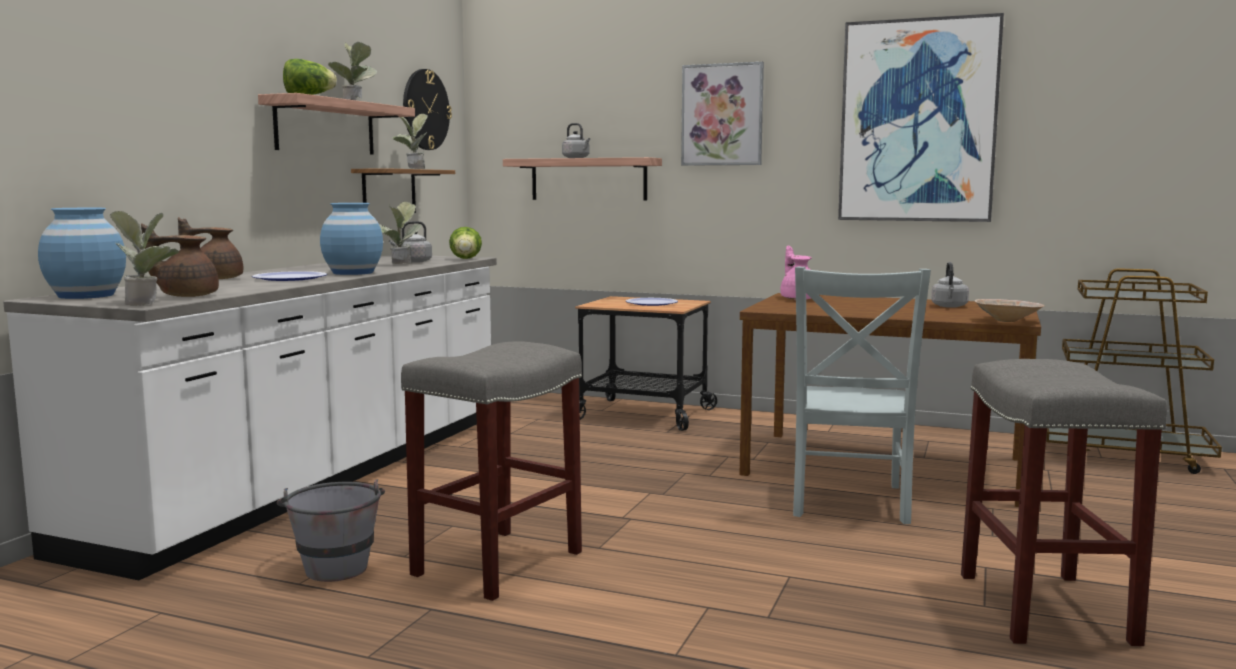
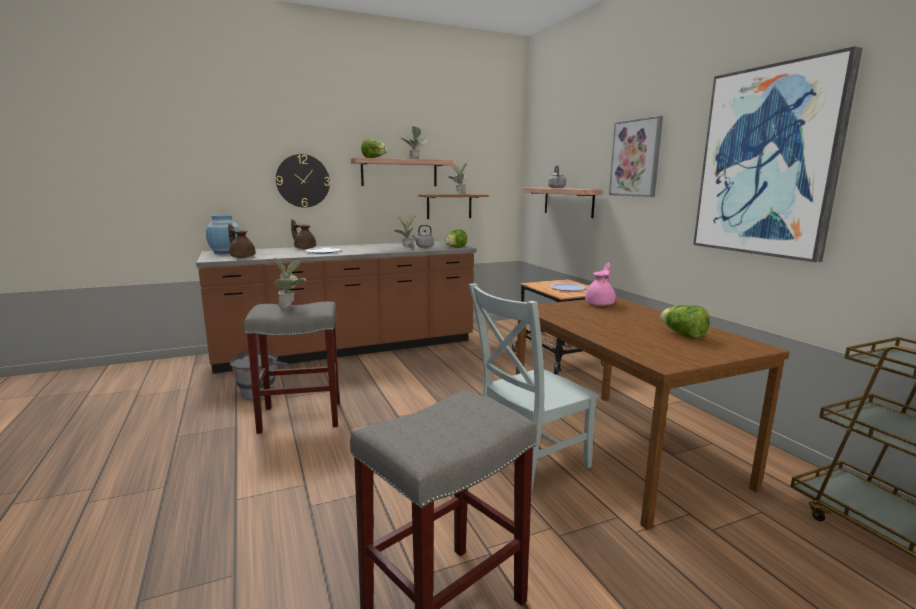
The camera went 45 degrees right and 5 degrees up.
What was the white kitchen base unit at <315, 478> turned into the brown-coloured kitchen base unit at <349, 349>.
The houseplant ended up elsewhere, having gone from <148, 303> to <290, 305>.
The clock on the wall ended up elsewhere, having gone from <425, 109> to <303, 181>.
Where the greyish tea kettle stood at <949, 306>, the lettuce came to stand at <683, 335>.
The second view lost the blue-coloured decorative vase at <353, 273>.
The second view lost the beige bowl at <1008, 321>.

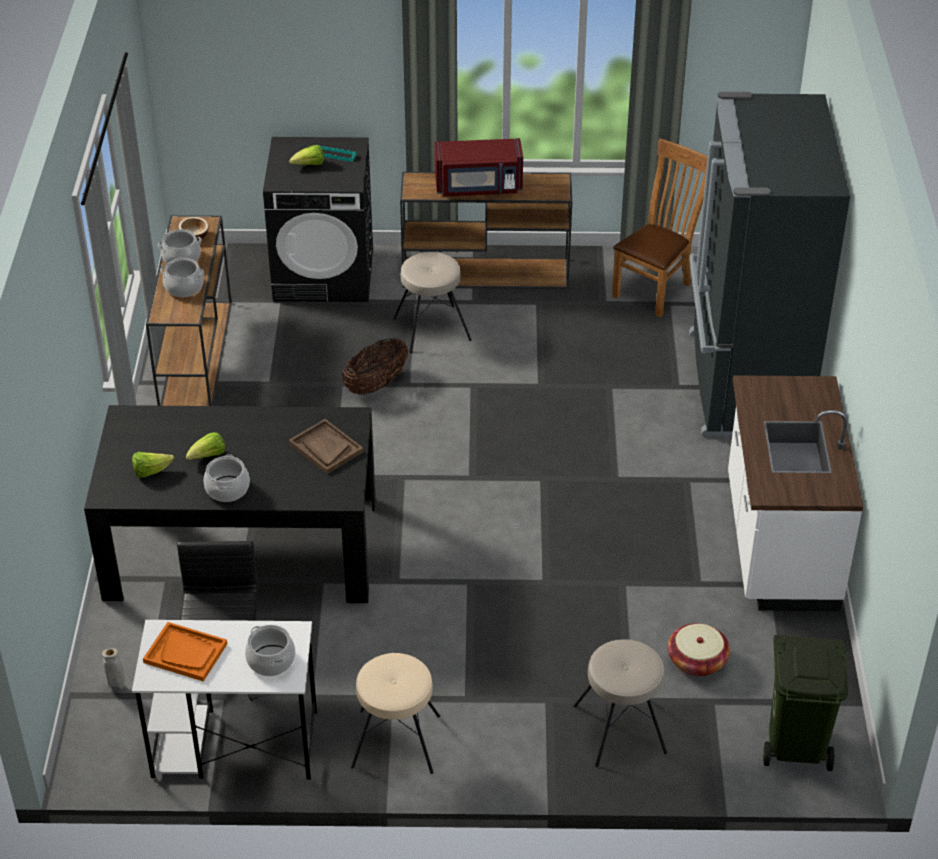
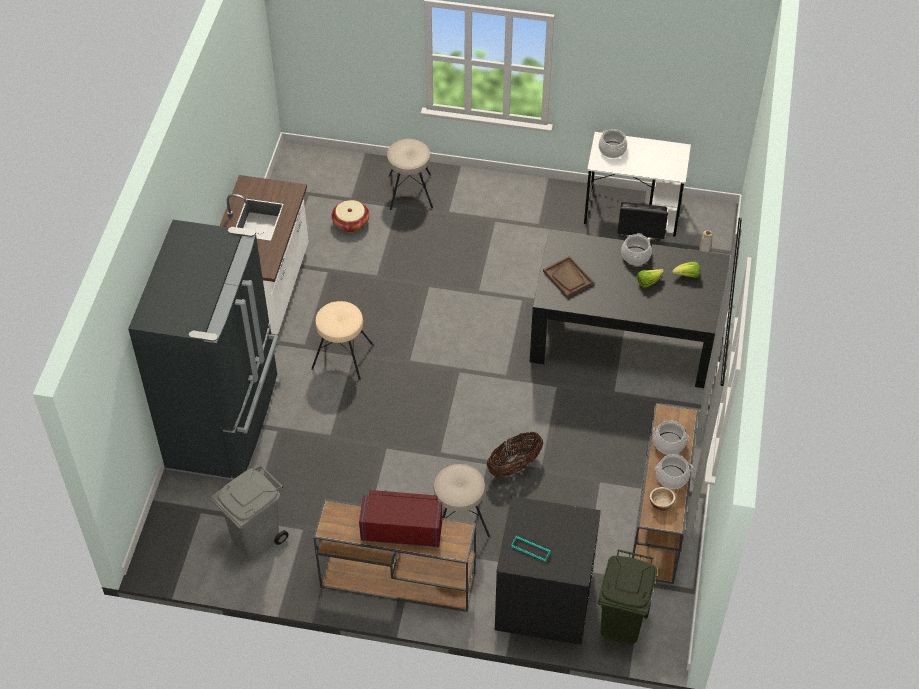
The camera went 170 degrees left and 10 degrees up.
Where the brown-coloured chair stood at <656, 288>, the greyish rubbish bin came to stand at <255, 537>.
The beige stool ended up elsewhere, having gone from <396, 742> to <342, 356>.
The greenish rubbish bin ended up elsewhere, having gone from <797, 744> to <620, 623>.
The second view lost the orange-coloured tray at <186, 653>.
The second view lost the lettuce at <309, 165>.

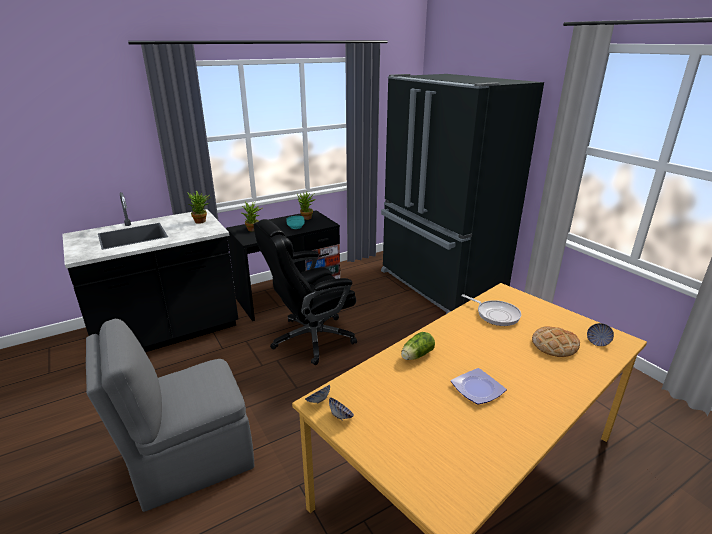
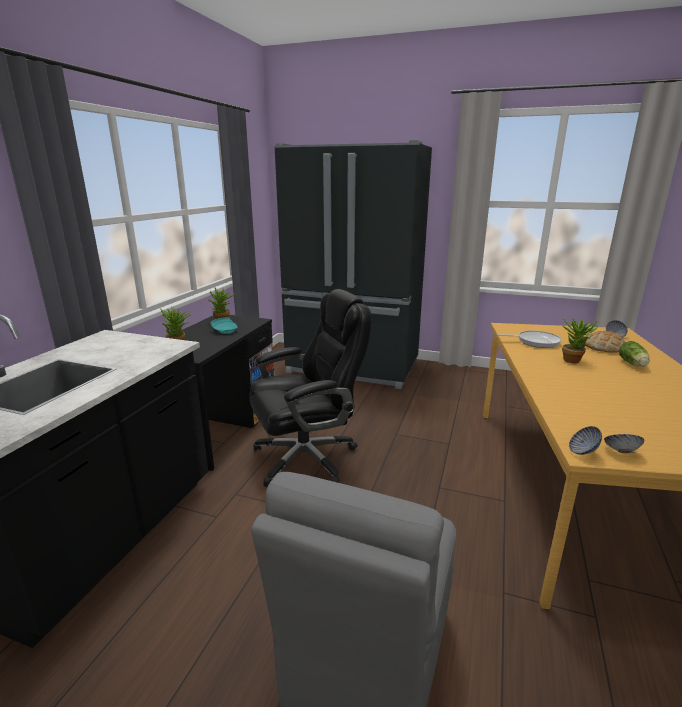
The camera went 40 degrees left and 5 degrees down.
The blackish computer chair at <311, 339> ended up facing another way, 135 degrees counterclockwise from before.
The houseplant ended up elsewhere, having gone from <202, 221> to <573, 360>.
The lettuce ended up elsewhere, having gone from <416, 355> to <633, 364>.
The second view lost the dinner plate at <477, 388>.

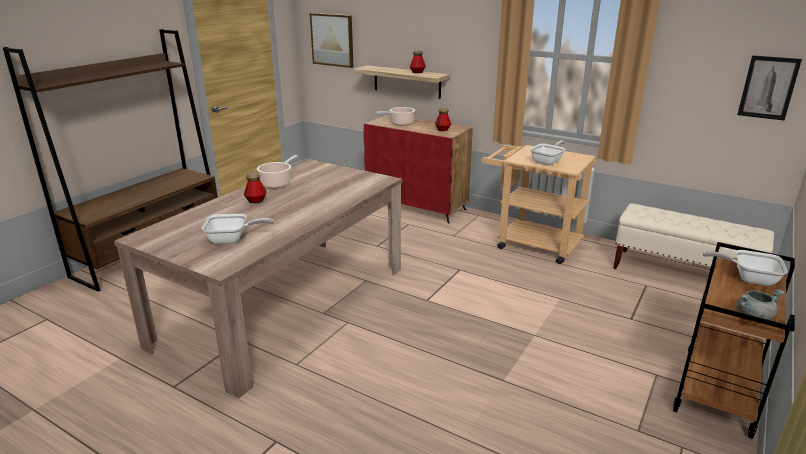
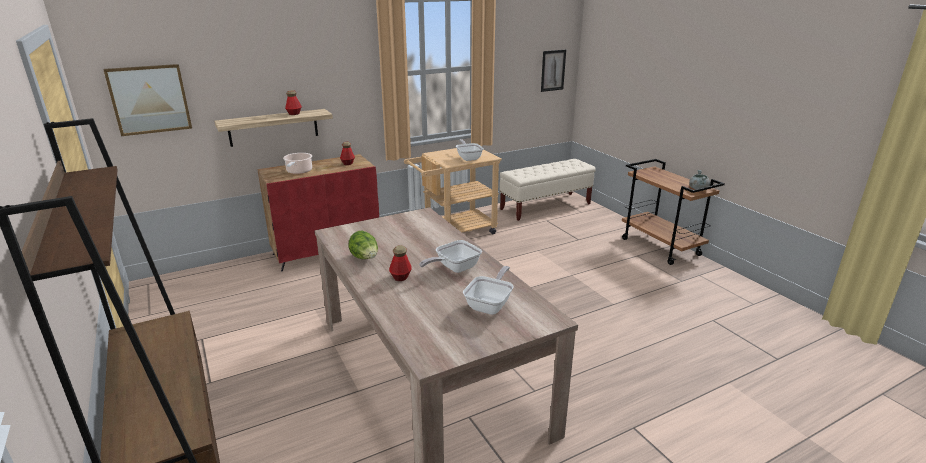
The camera went 60 degrees left and 0 degrees up.
Where the cooking pot stood at <277, 183>, the lettuce came to stand at <365, 258>.
The pan ended up elsewhere, having gone from <748, 278> to <454, 268>.

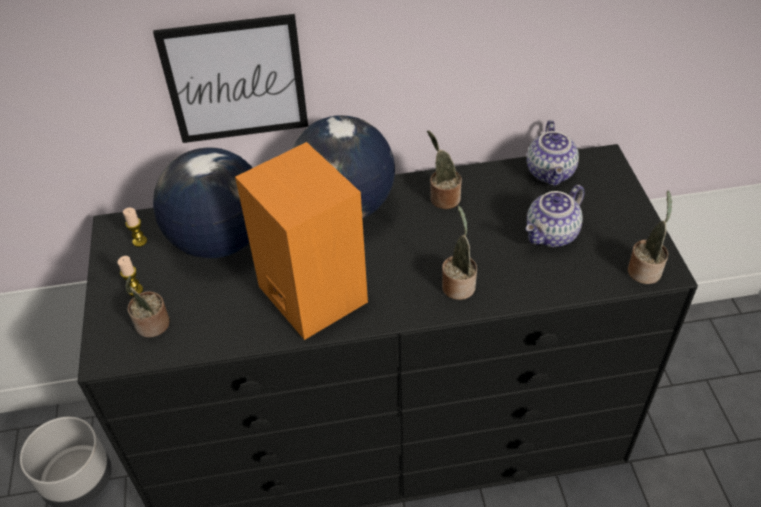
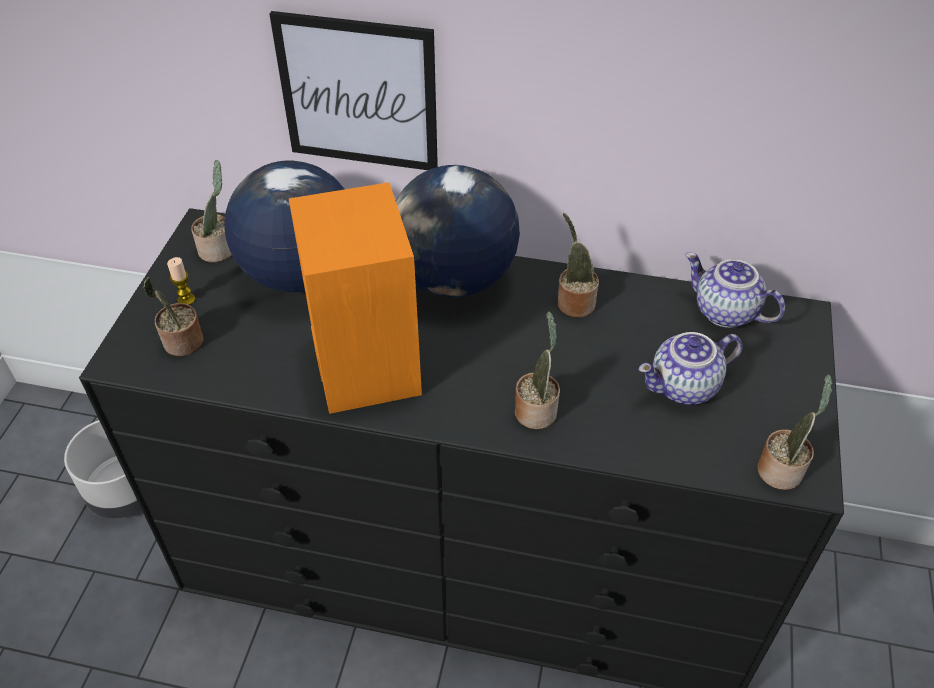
The camera went 20 degrees right and 0 degrees up.
Where the candle stood at <140, 241>, the houseplant came to stand at <219, 249>.
The pot for tea at <551, 173> ended up facing another way, 105 degrees clockwise from before.

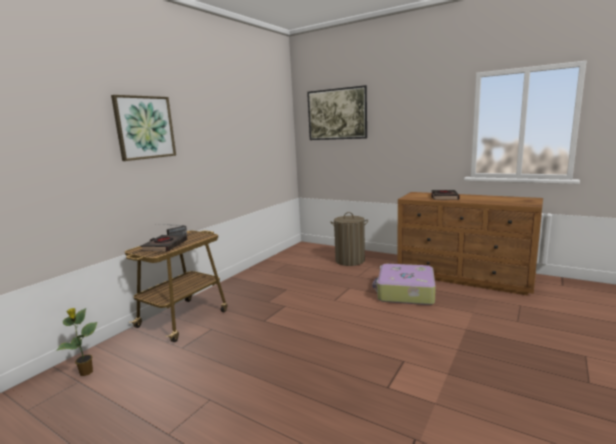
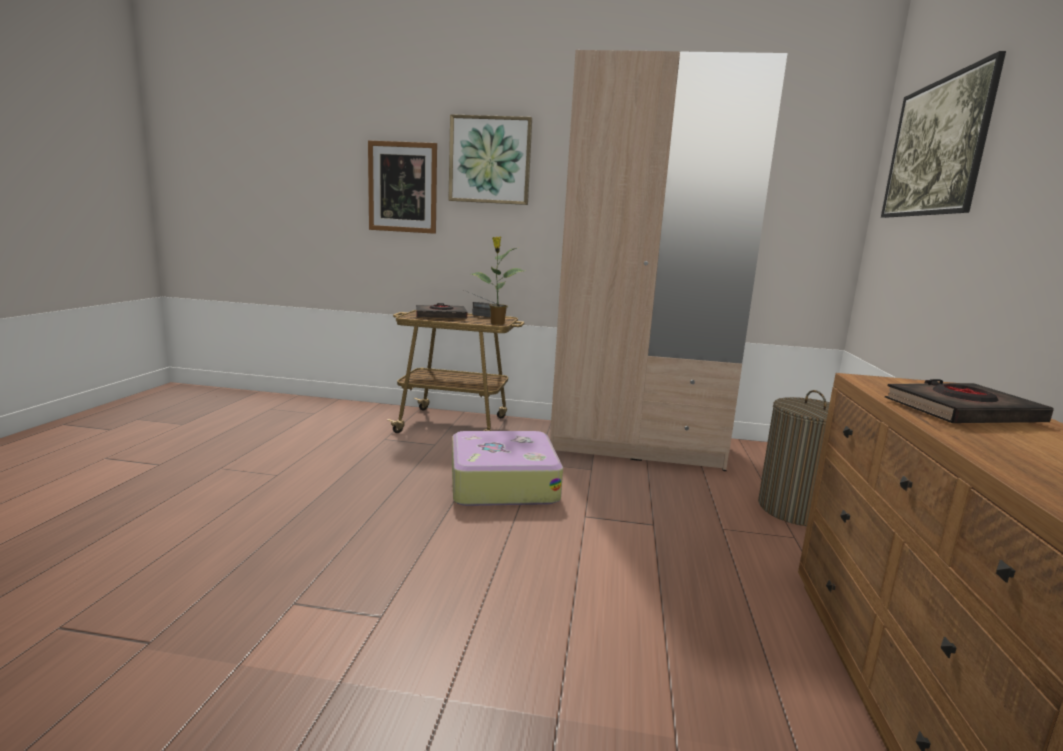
The camera went 65 degrees right and 0 degrees up.
The second view gained the wall art at <402, 187>.
The travel case ended up elsewhere, having gone from <405, 292> to <502, 483>.
The houseplant ended up elsewhere, having gone from <86, 373> to <496, 323>.
The second view gained the beige clothes cupboard at <635, 444>.

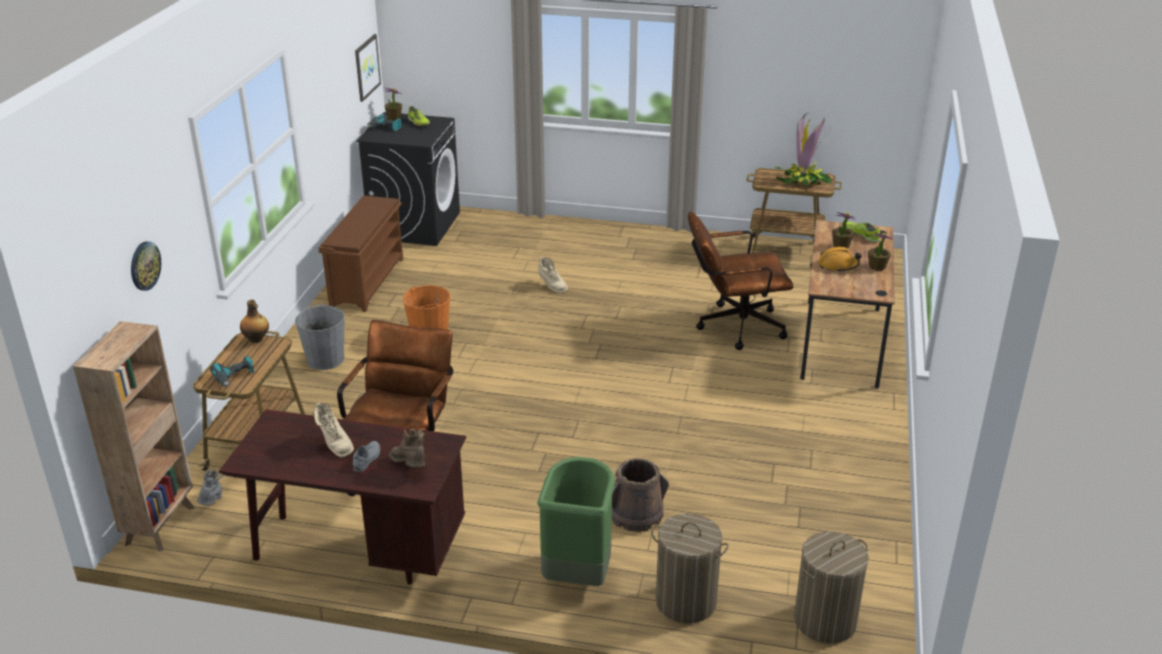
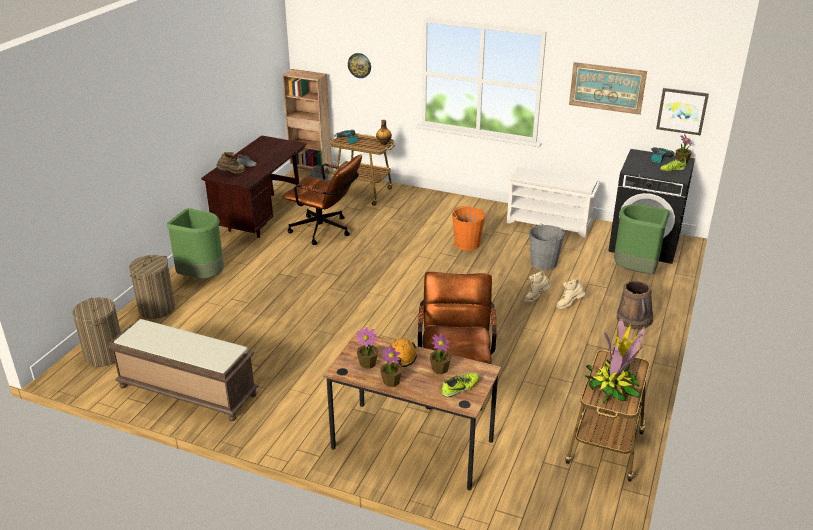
The camera went 100 degrees right and 0 degrees up.
The second view gained the brown-coloured indoor bench at <186, 391>.
The second view gained the houseplant at <368, 363>.
What was the brown-coloured shoe rack at <367, 281> turned into the white shoe rack at <549, 224>.
The greyish bucket ended up elsewhere, having gone from <325, 359> to <544, 263>.
The beige tall boot ended up elsewhere, having gone from <334, 444> to <569, 304>.
The second view gained the wall art at <607, 88>.
The second view gained the greenish rubbish bin at <635, 271>.
The brown-coloured bucket ended up elsewhere, having gone from <635, 515> to <634, 319>.

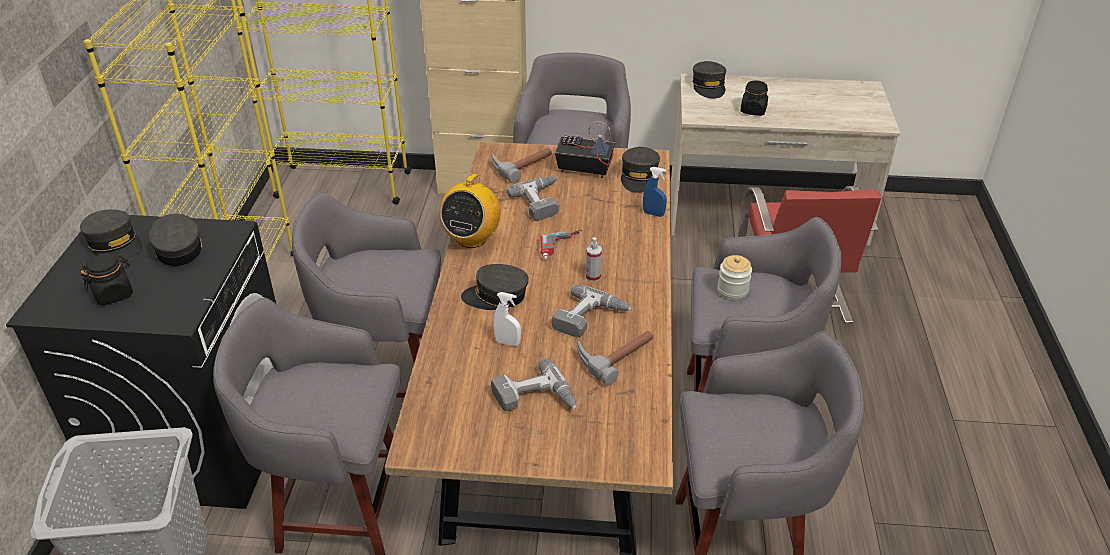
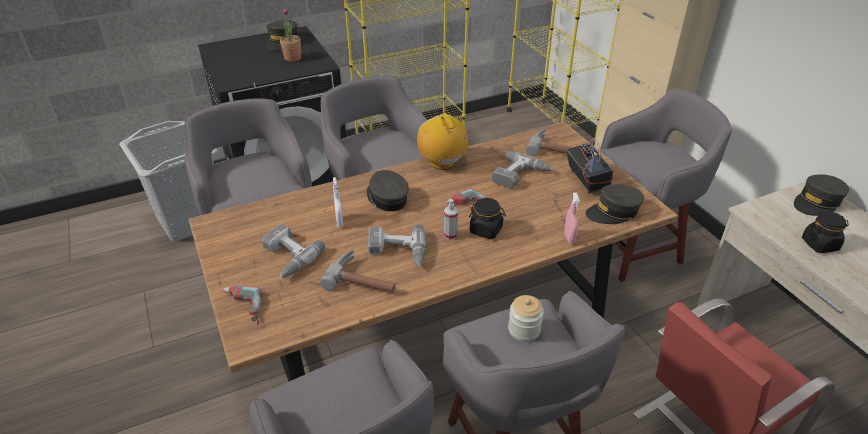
The camera went 60 degrees right and 0 degrees up.
The second view gained the drill at <241, 308>.
Where the greyish baseball cap stood at <178, 249>, the houseplant came to stand at <293, 58>.
The radio at <471, 239> ended up facing another way, 75 degrees clockwise from before.
The blackish preserve jar ended up elsewhere, having gone from <113, 294> to <486, 230>.
What was the blue-coloured sprayer at <653, 214> turned into the pink-coloured sprayer at <569, 238>.

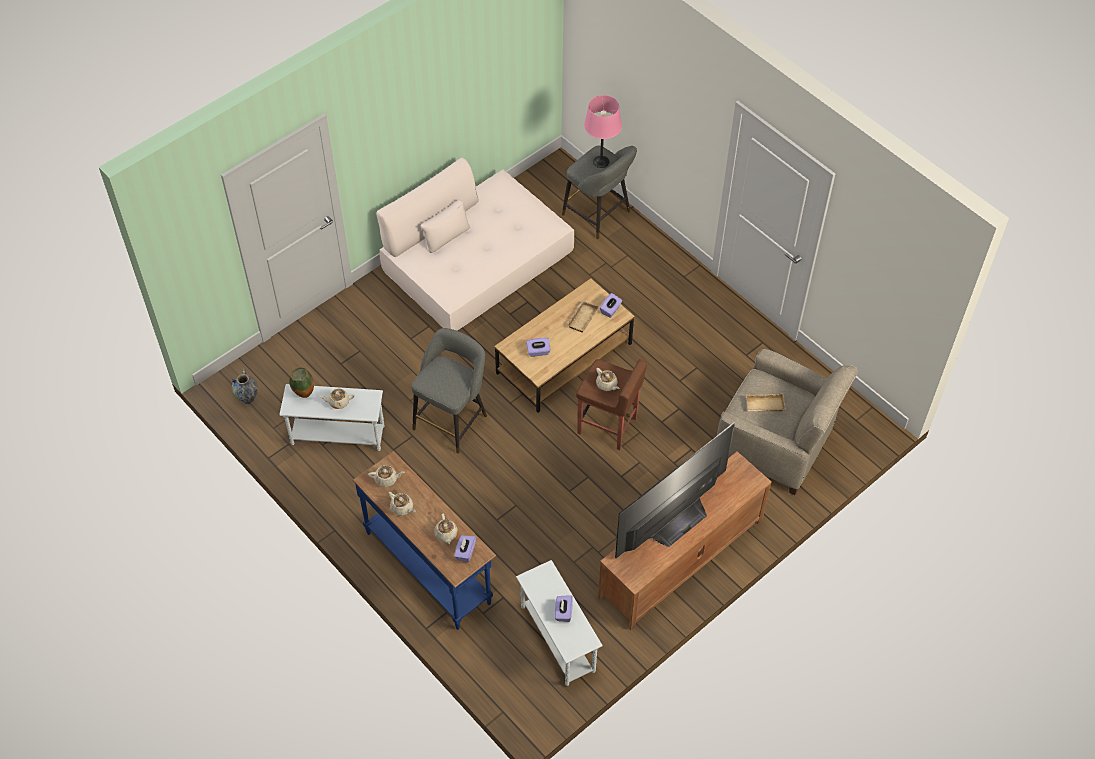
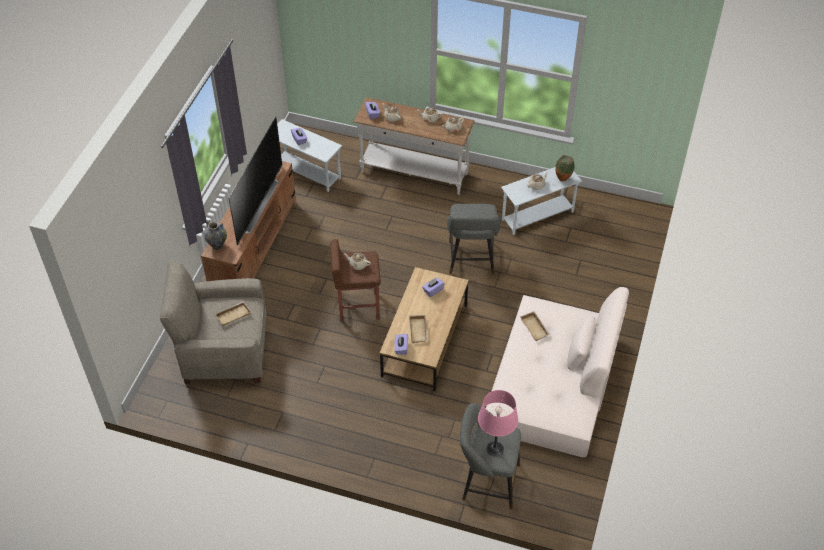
The camera went 150 degrees right and 5 degrees down.
The decorative vase ended up elsewhere, having gone from <247, 399> to <217, 245>.
What was the blue-coloured console table at <429, 567> turned into the white console table at <414, 174>.
The second view gained the beige tray at <535, 328>.

